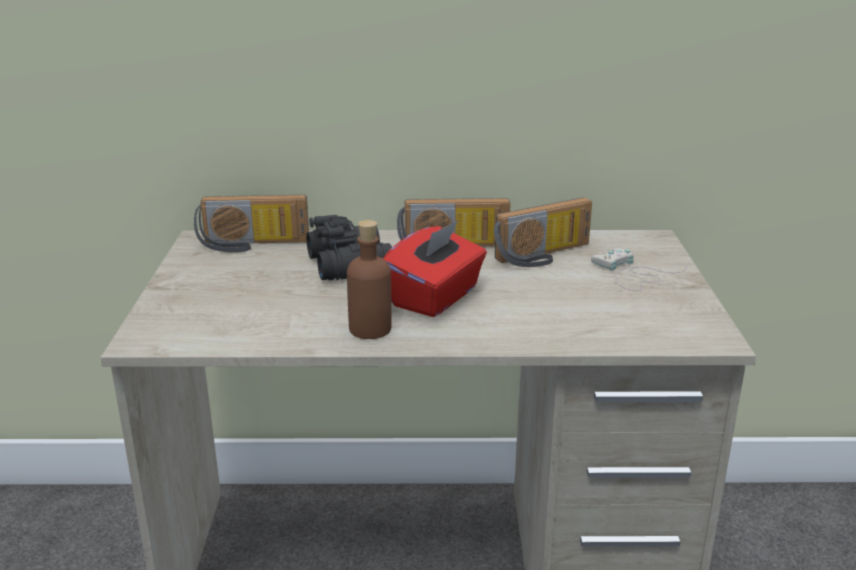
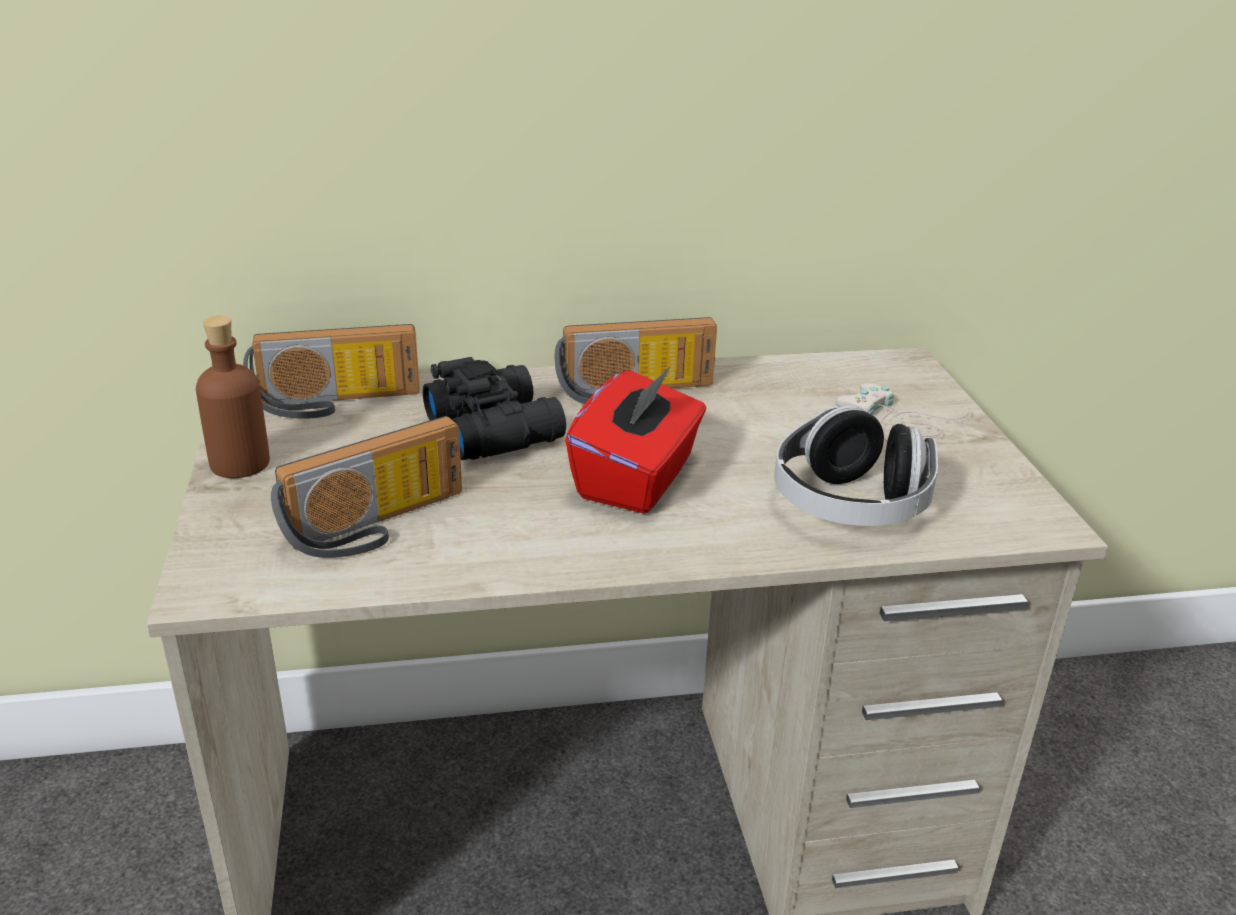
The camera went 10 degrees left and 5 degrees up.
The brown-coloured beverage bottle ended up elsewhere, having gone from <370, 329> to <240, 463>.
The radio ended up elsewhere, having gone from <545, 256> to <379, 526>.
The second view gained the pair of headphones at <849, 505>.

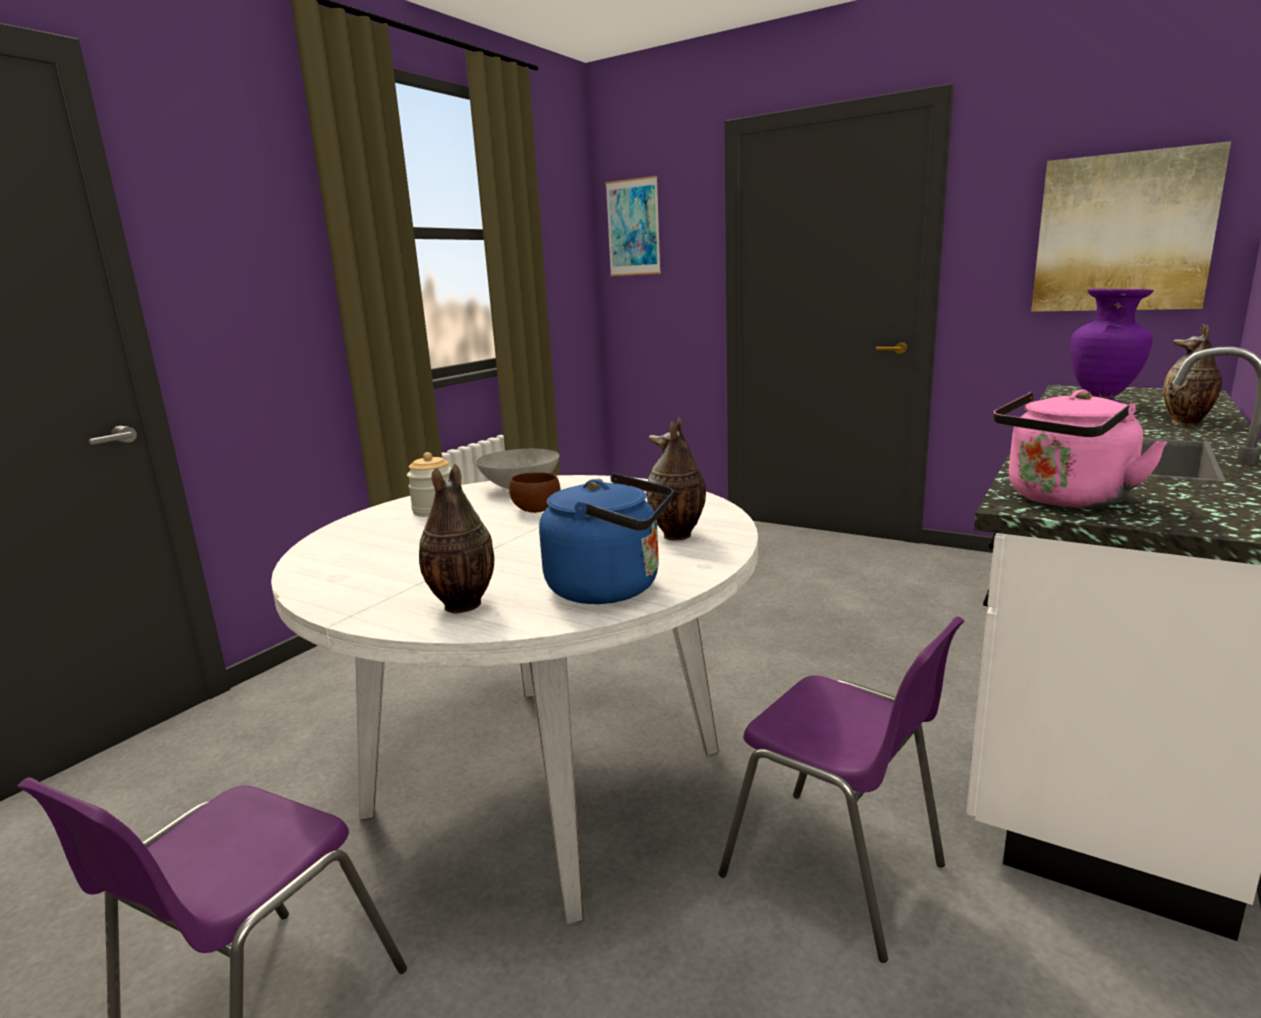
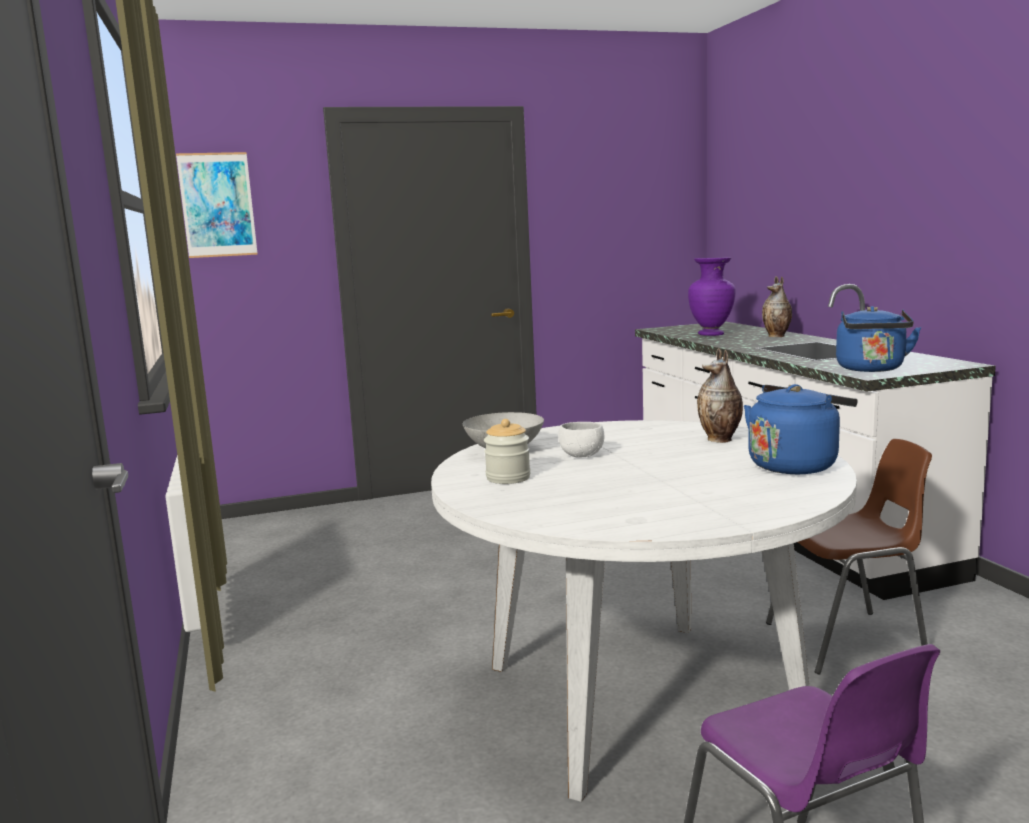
The camera went 50 degrees left and 5 degrees down.
What was the brown-coloured bowl at <538, 510> turned into the white bowl at <582, 455>.
What was the purple chair at <837, 872> turned into the brown-coloured chair at <849, 641>.
What was the pink-coloured tea kettle at <1064, 500> turned into the blue-coloured tea kettle at <871, 369>.
The second view lost the decorative vase at <461, 606>.
The second view lost the wall art at <1123, 233>.

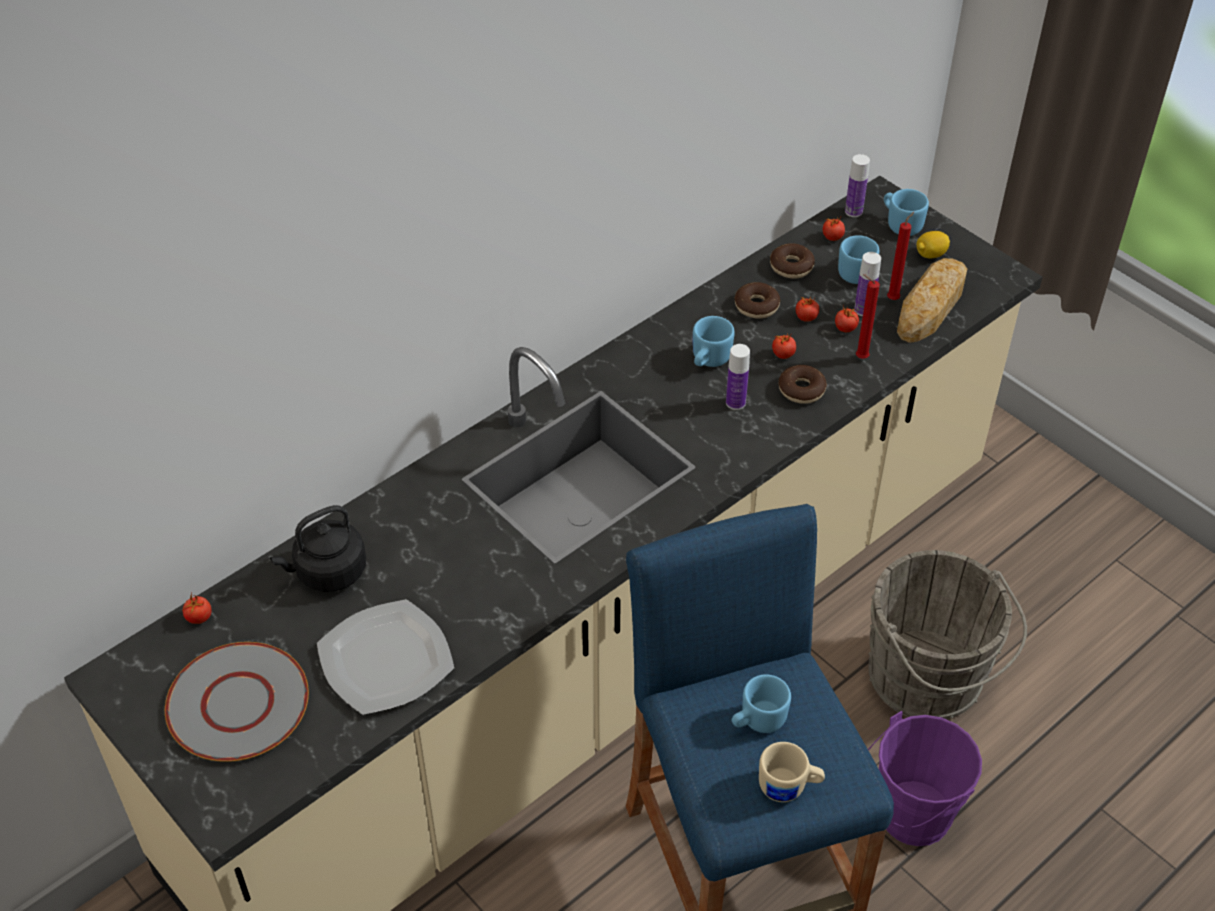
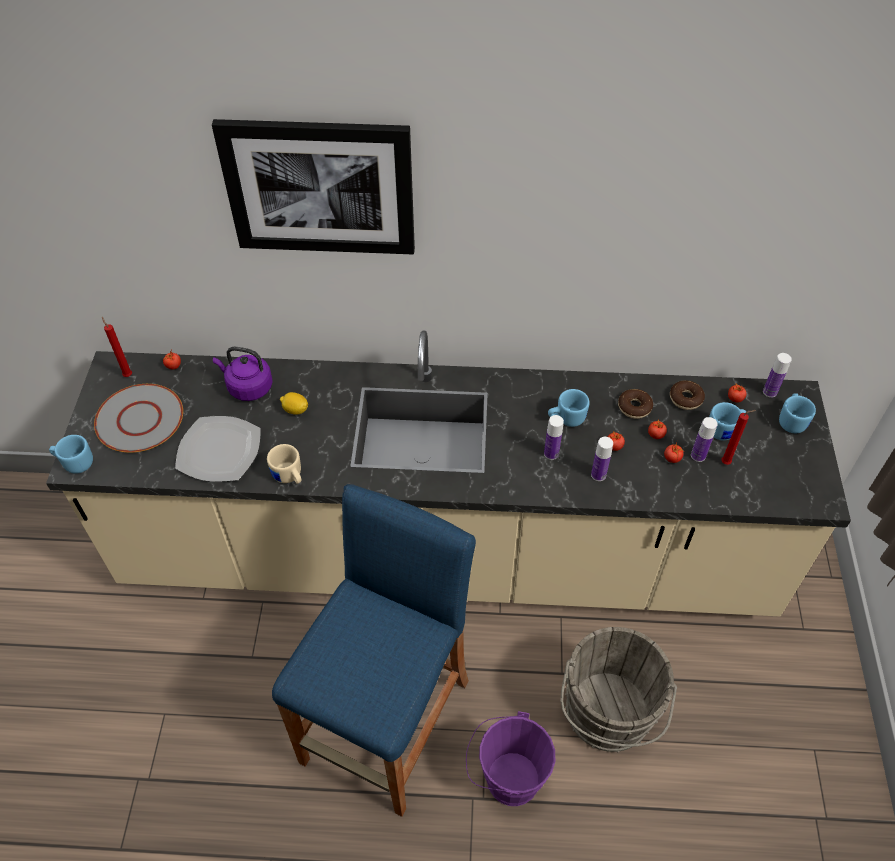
The camera went 45 degrees right and 5 degrees up.
The blue-coloured coffee mug ended up elsewhere, having gone from <757, 721> to <75, 462>.
The red-coloured candle ended up elsewhere, having gone from <859, 357> to <127, 375>.
The second view gained the wall art at <320, 187>.
What was the blackish tea kettle at <327, 572> turned into the purple tea kettle at <248, 387>.
The beige coffee mug ended up elsewhere, having gone from <789, 787> to <289, 477>.
The whole lemon ended up elsewhere, having gone from <930, 255> to <295, 410>.
Where the doughnut stood at <801, 390>, the beverage bottle came to stand at <598, 475>.
The second view lost the baked bread at <932, 305>.

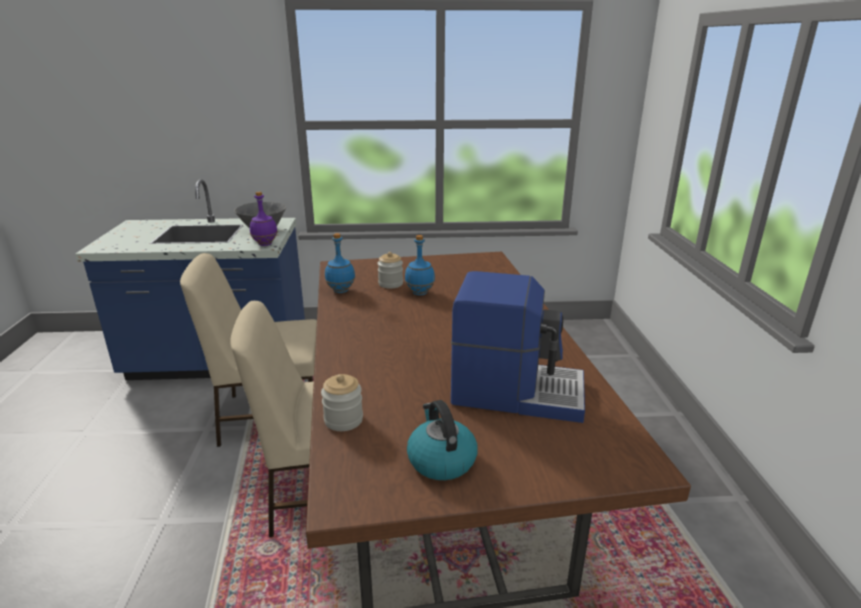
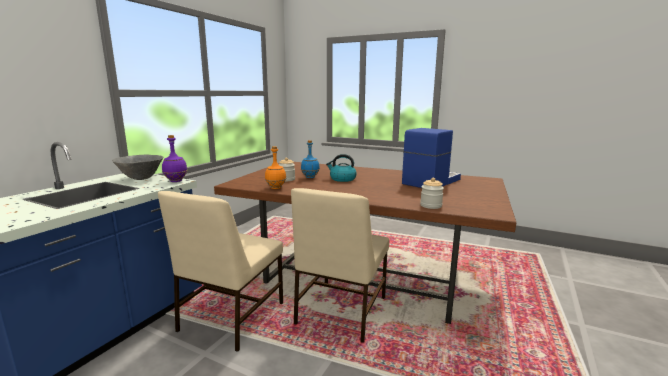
The camera went 60 degrees left and 10 degrees down.
What was the blue-coloured beverage bottle at <340, 291> turned into the orange-coloured beverage bottle at <276, 188>.
The tea kettle ended up elsewhere, having gone from <441, 460> to <342, 179>.

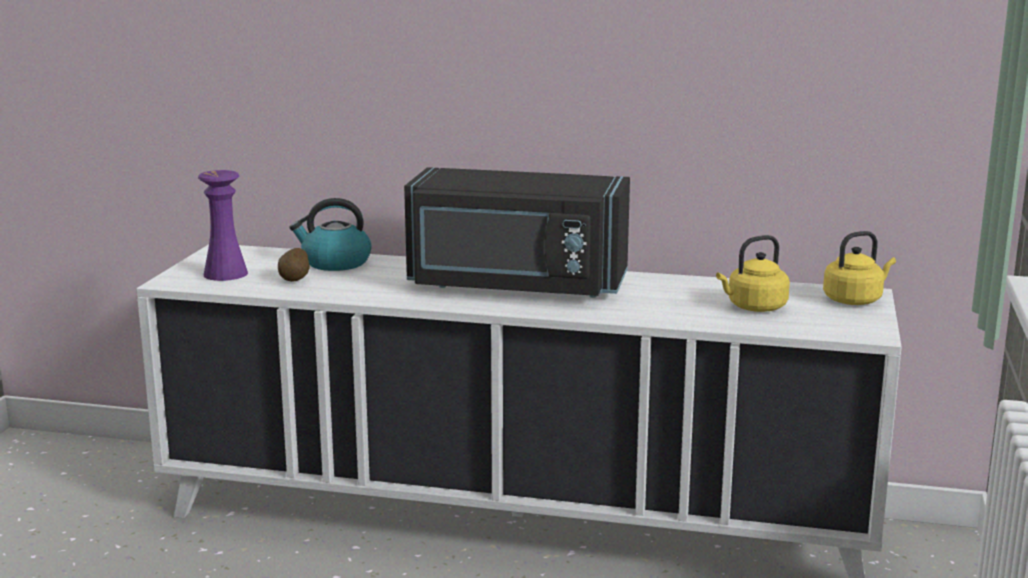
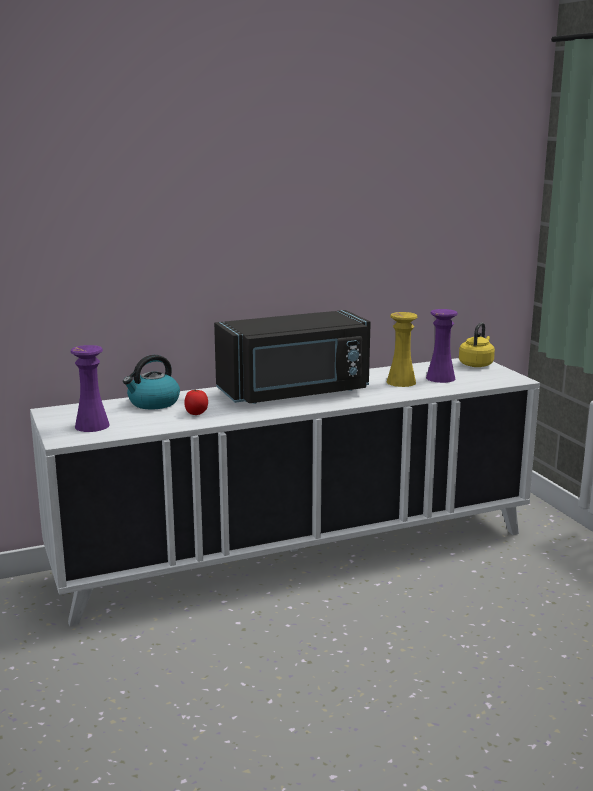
The camera went 35 degrees left and 0 degrees up.
The second view gained the fresh tomato at <196, 414>.
The second view gained the yellow-coloured decorative vase at <401, 382>.
Where the yellow-coloured tea kettle stood at <754, 307>, the purple decorative vase came to stand at <440, 378>.
The second view lost the potato at <295, 280>.

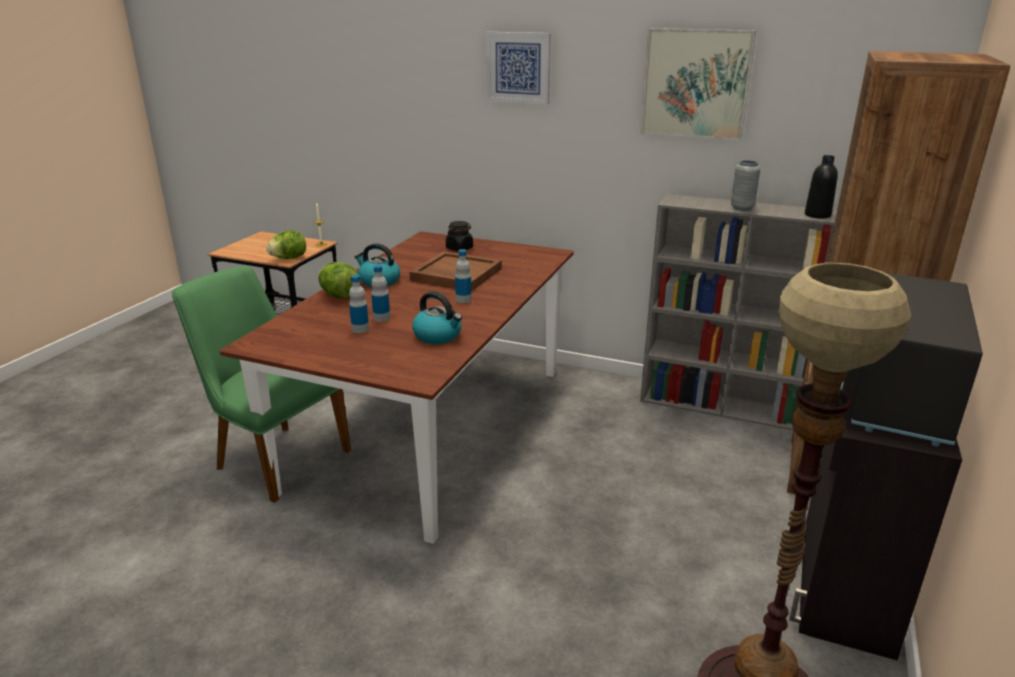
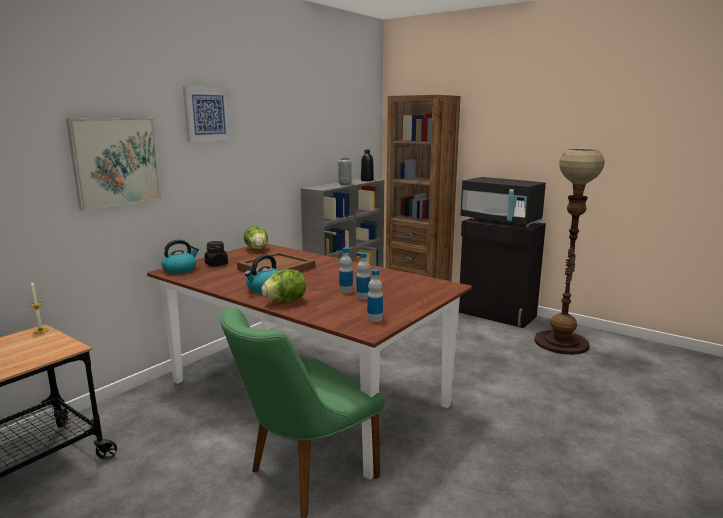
The camera went 75 degrees left and 10 degrees down.
The wall art ended up elsewhere, having gone from <695, 84> to <116, 162>.
The tea kettle ended up elsewhere, having gone from <438, 336> to <180, 270>.
The lettuce ended up elsewhere, having gone from <289, 258> to <257, 249>.
The beverage bottle ended up elsewhere, having gone from <463, 300> to <375, 319>.

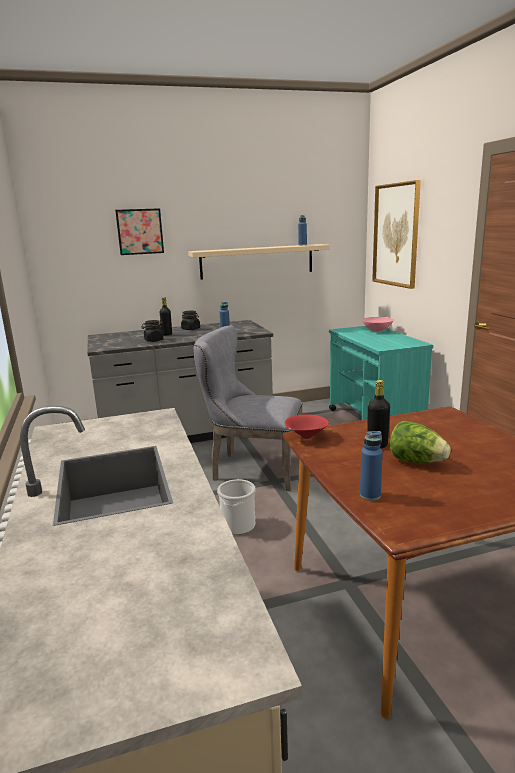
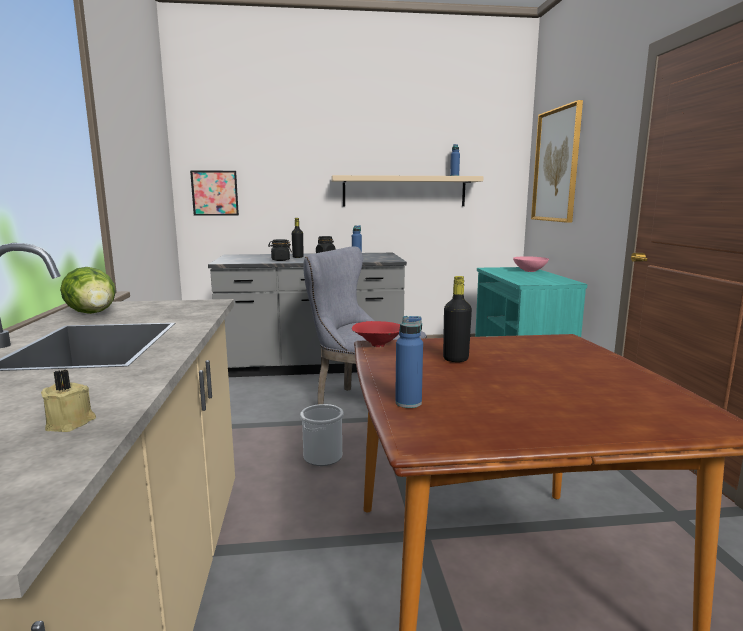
The camera went 10 degrees right and 5 degrees down.
The second view gained the beige candle at <71, 423>.
The lettuce ended up elsewhere, having gone from <416, 461> to <94, 314>.
The wall art ended up elsewhere, having gone from <140, 231> to <215, 193>.

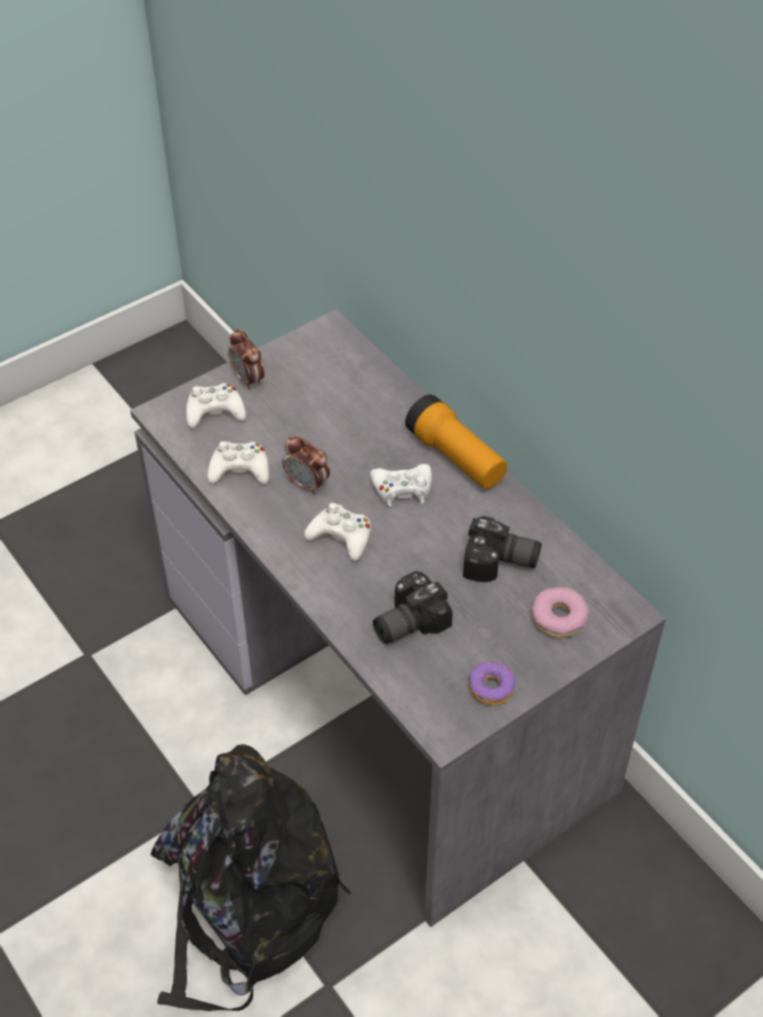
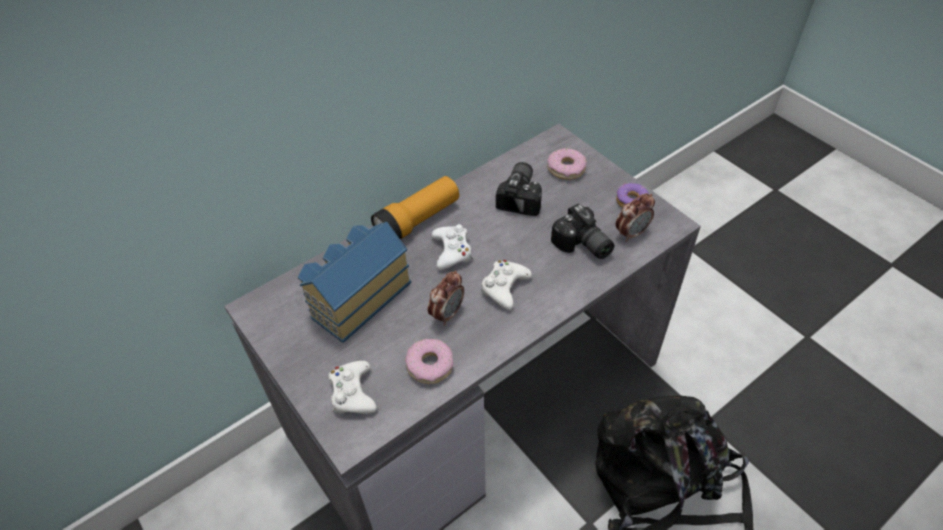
The camera went 90 degrees left and 0 degrees up.
The second view gained the miniature house at <357, 297>.
Where the white game controller stood at <240, 470>, the doughnut came to stand at <429, 365>.
The alarm clock ended up elsewhere, having gone from <248, 379> to <631, 233>.

